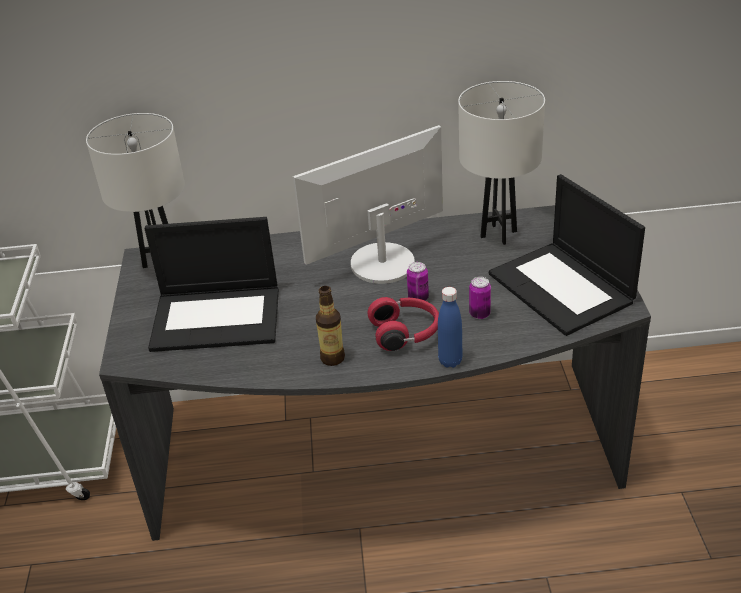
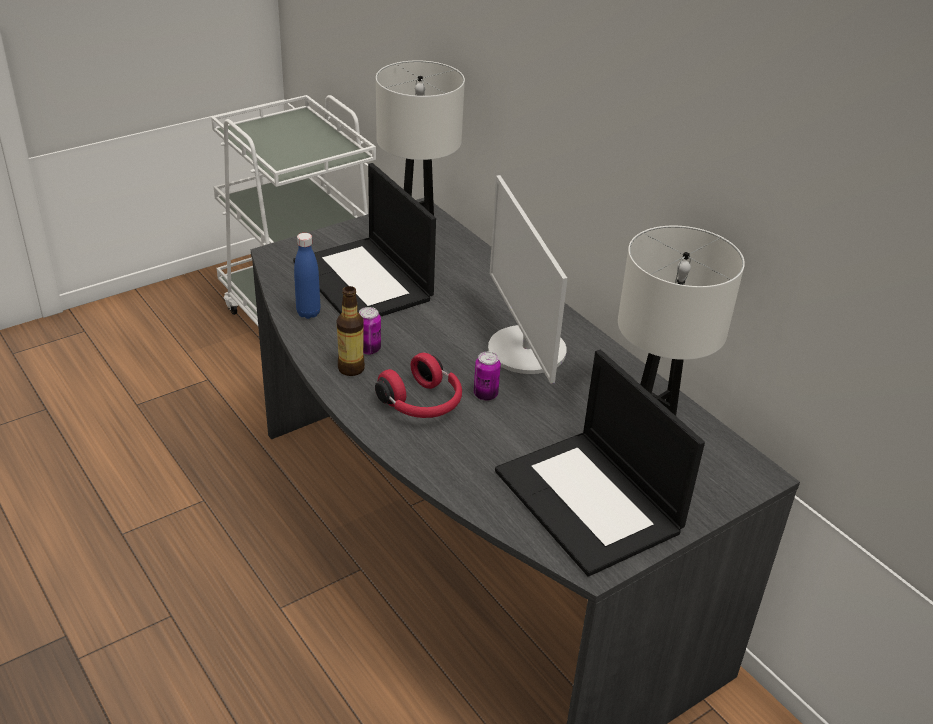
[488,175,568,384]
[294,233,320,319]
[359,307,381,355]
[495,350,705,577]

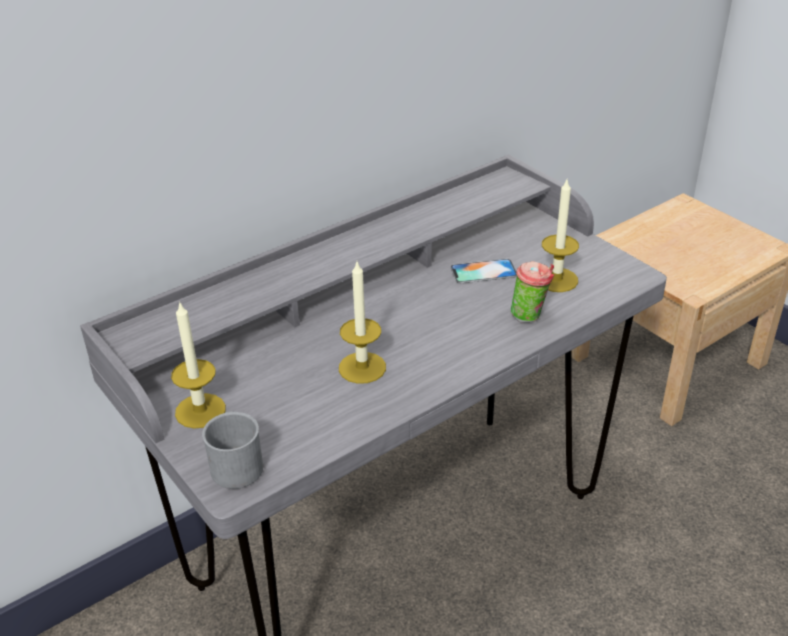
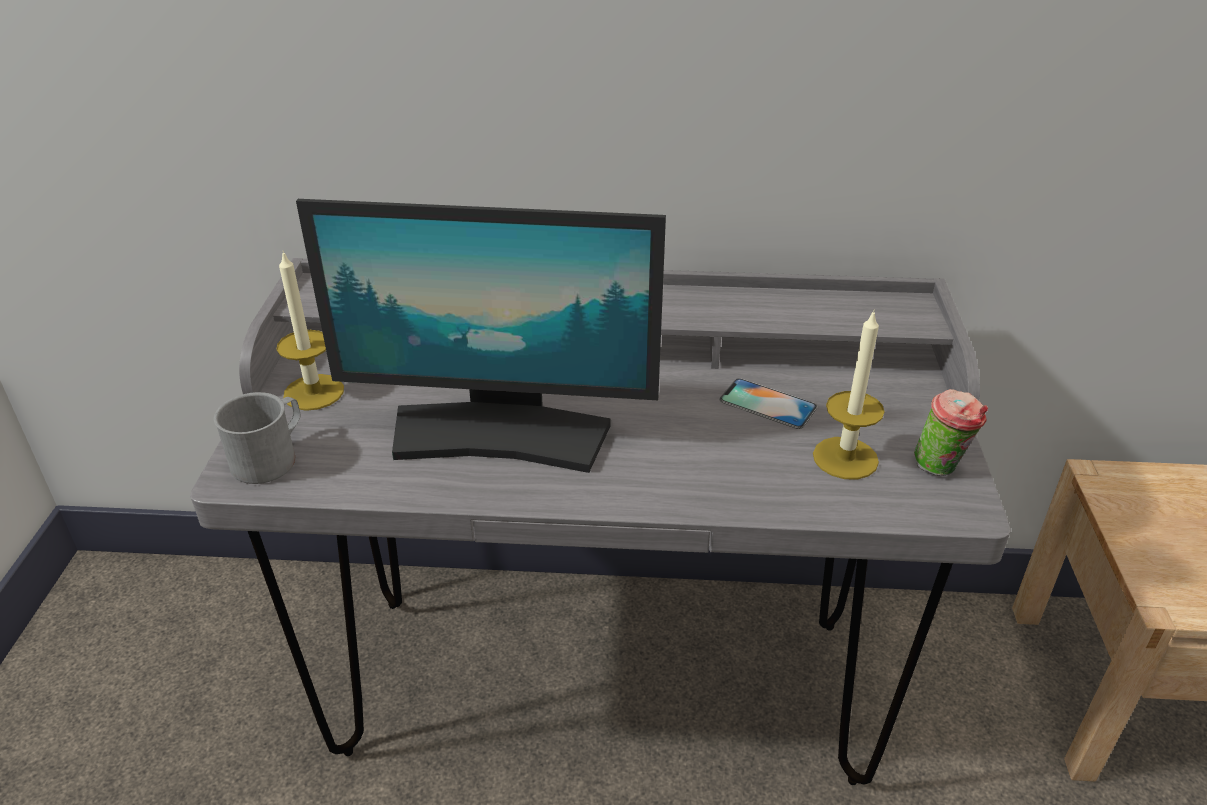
[296,199,666,473]
[914,389,988,476]

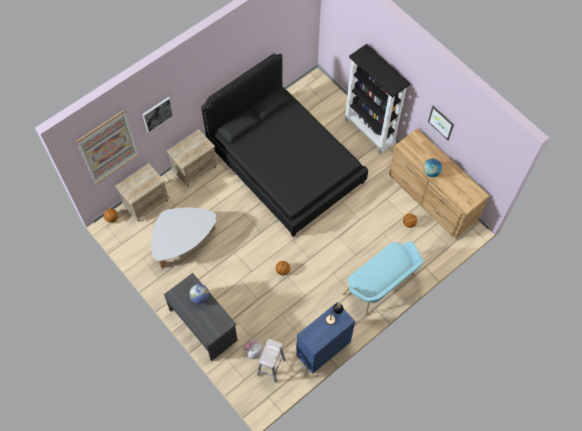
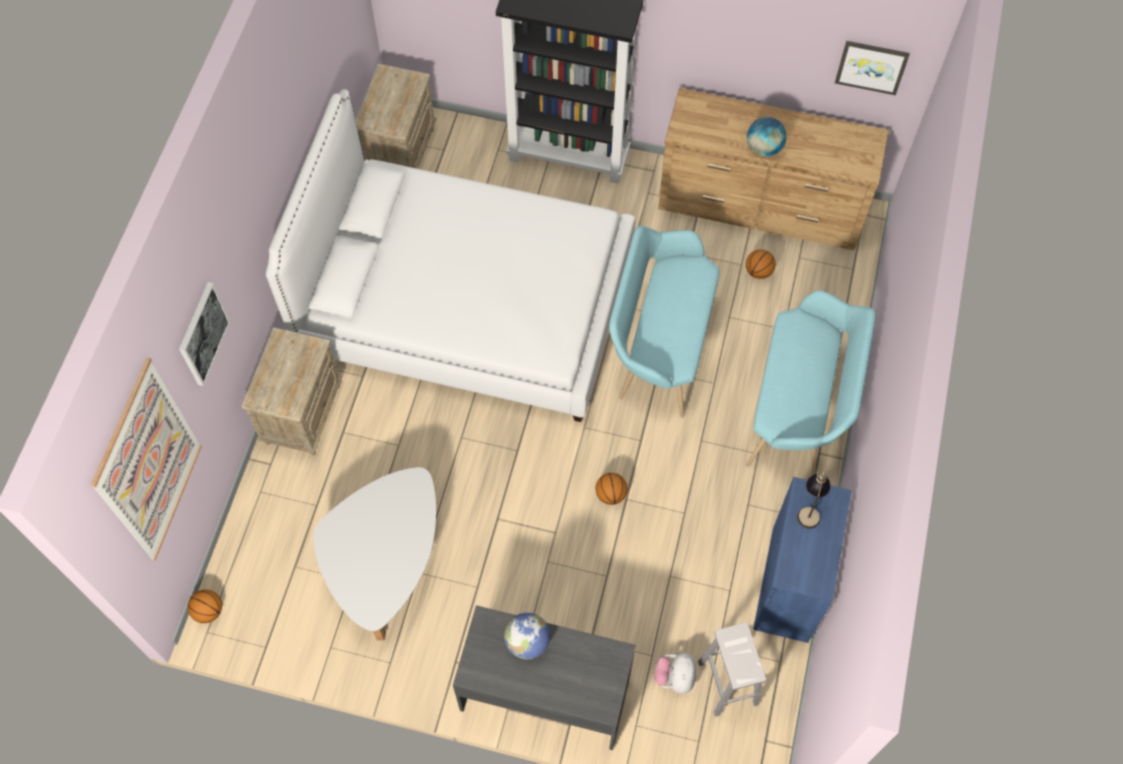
[355,64,437,169]
[266,89,635,422]
[835,41,910,95]
[609,226,720,418]

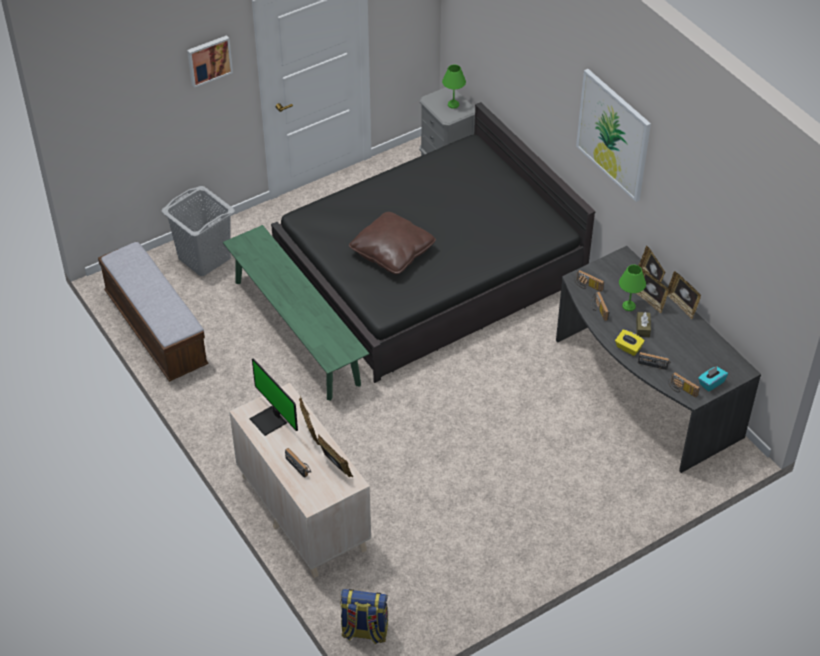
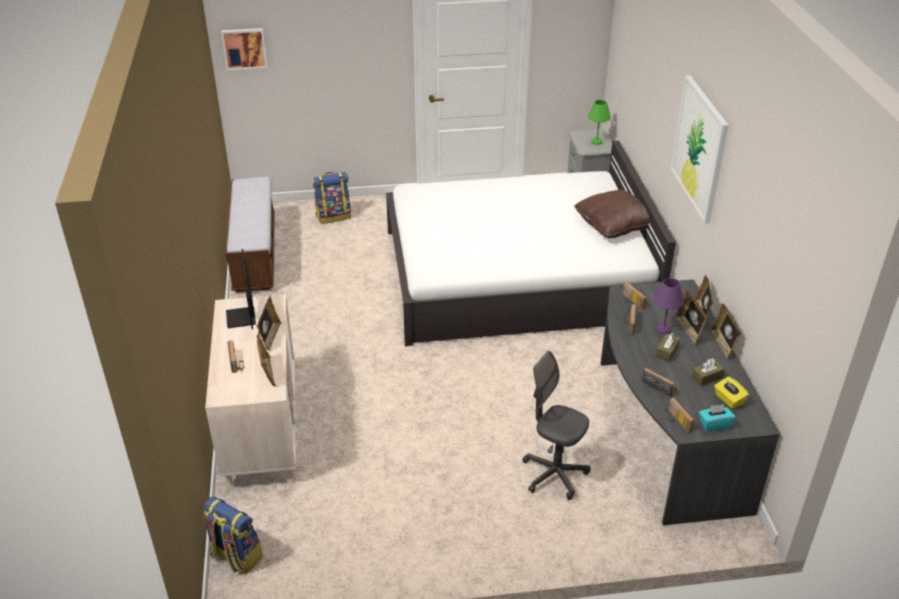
[313,172,351,224]
[221,28,267,70]
[223,225,369,401] (first image)
[386,141,676,346]
[574,190,649,238]
[714,377,749,409]
[653,278,684,334]
[522,351,591,500]
[691,359,725,386]

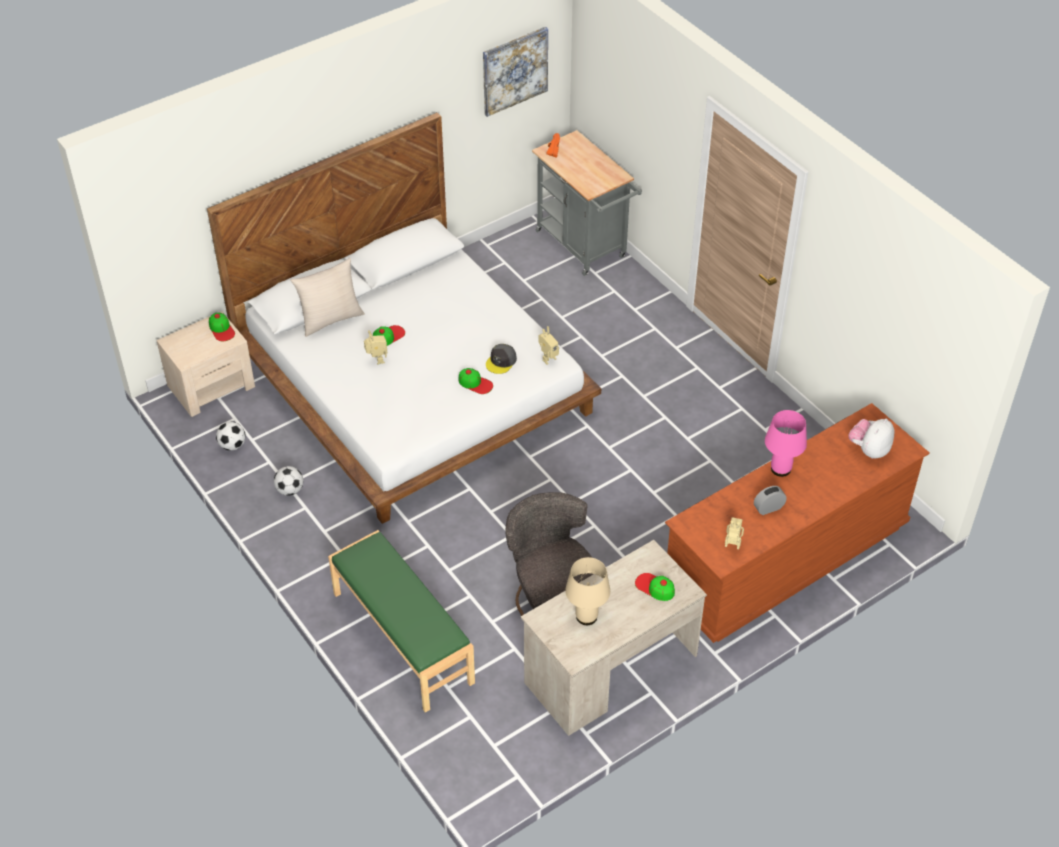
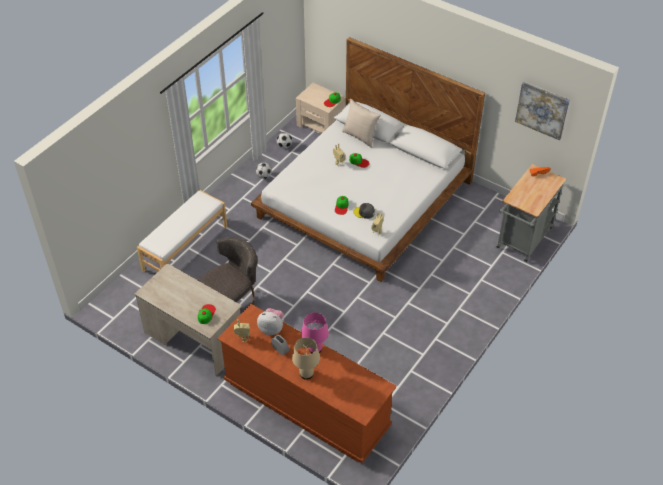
[137,190,228,272]
[292,337,320,380]
[257,308,284,335]

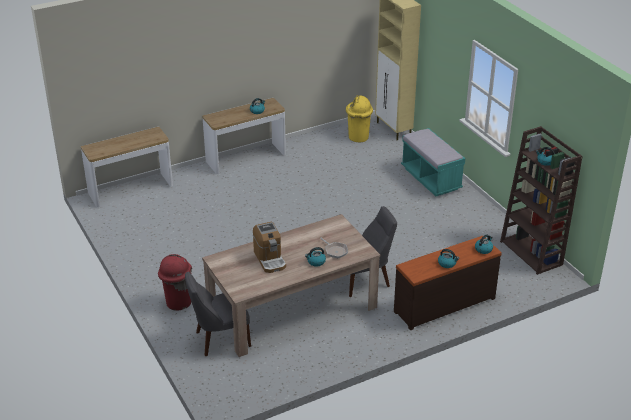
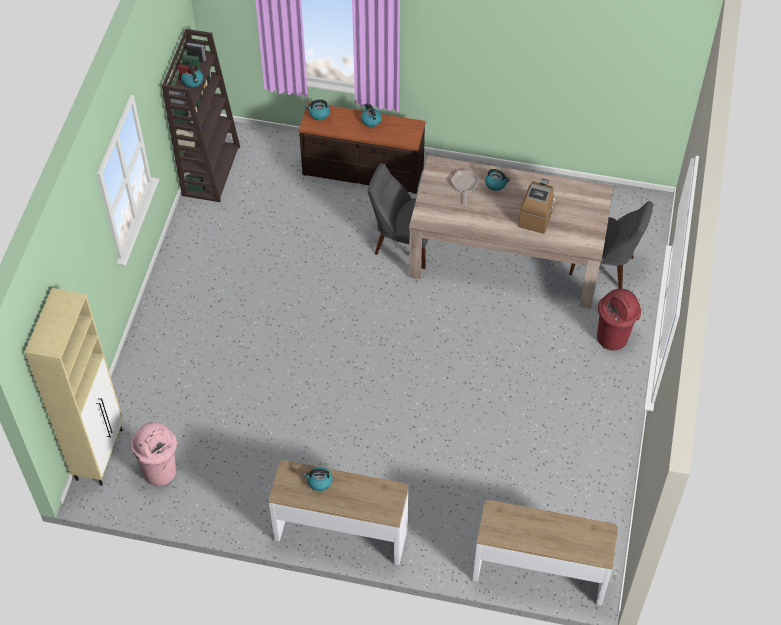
[130,422,177,486]
[401,128,465,196] (first image)

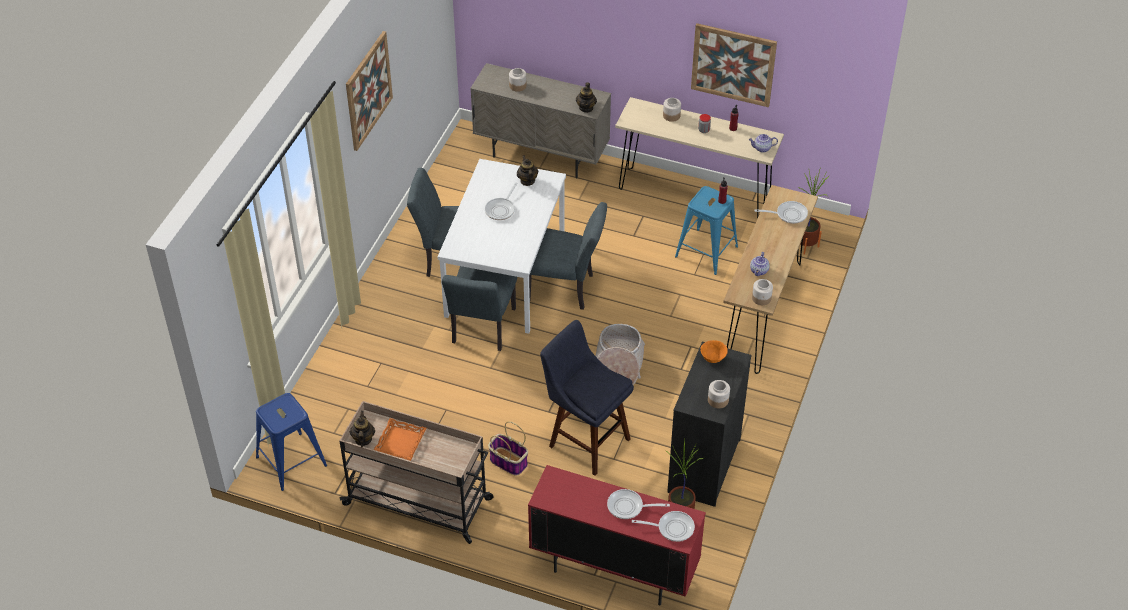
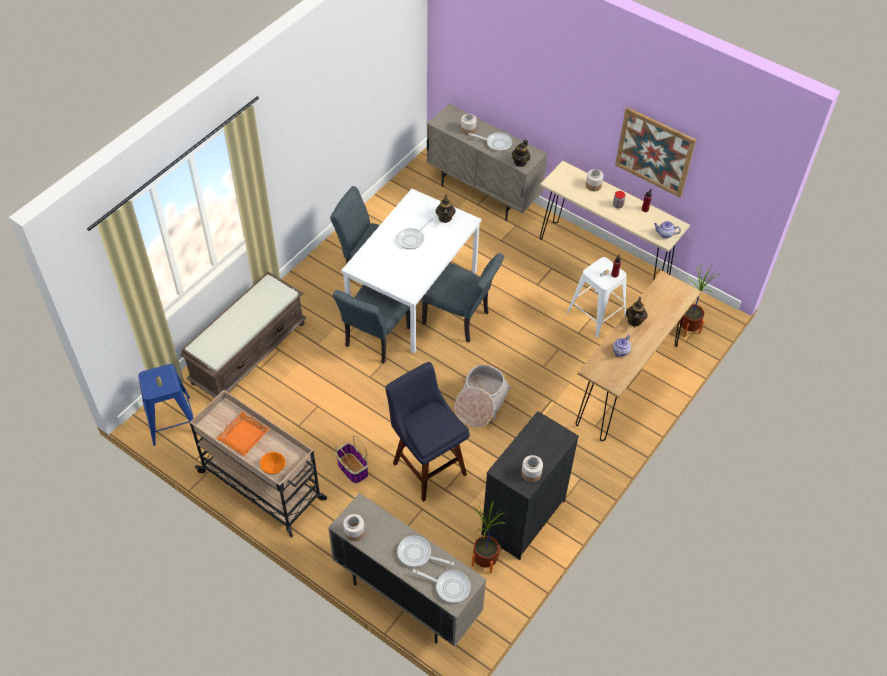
[346,31,393,151] (first image)
[626,297,648,328]
[328,493,486,647]
[567,257,627,338]
[260,452,286,474]
[343,514,365,541]
[468,132,512,151]
[180,272,307,398]

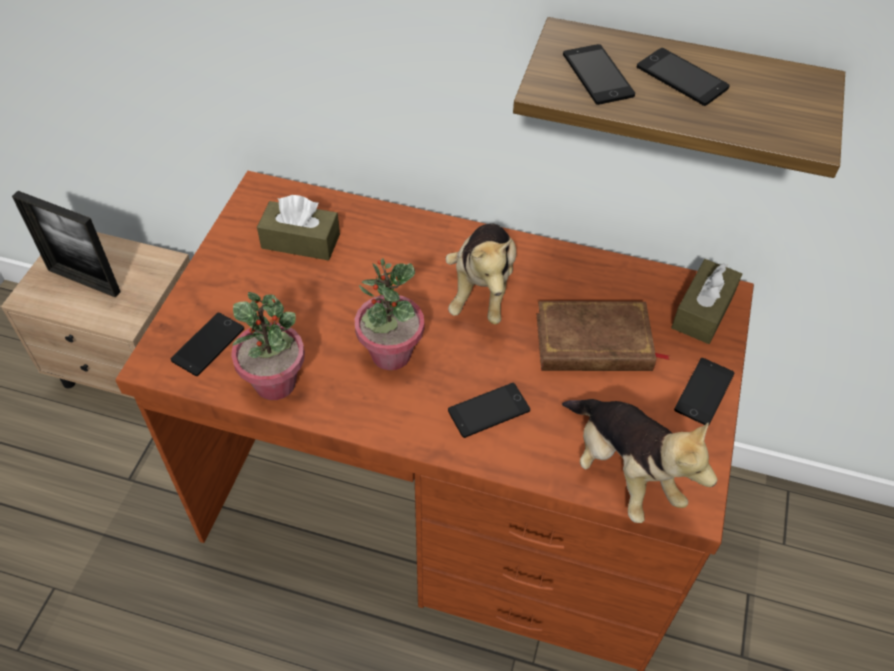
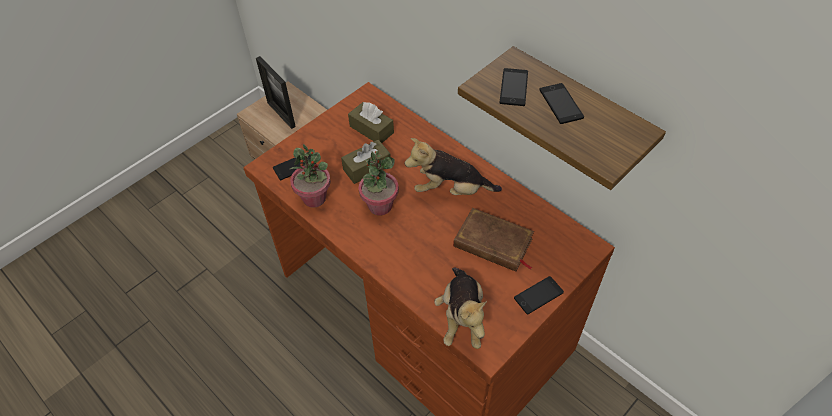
[405,138,502,195]
[448,383,530,438] (first image)
[341,140,391,184]

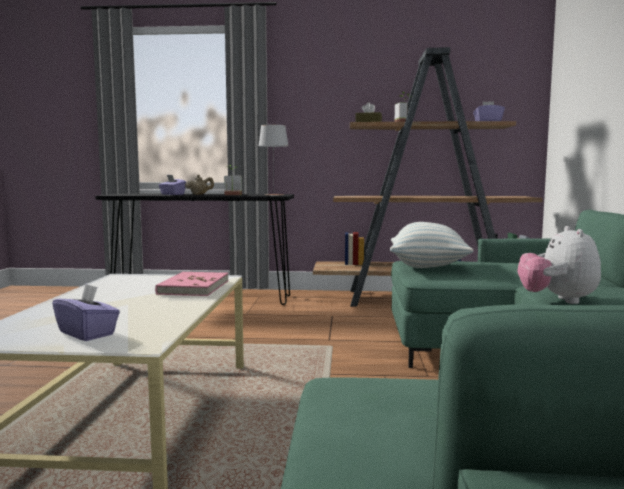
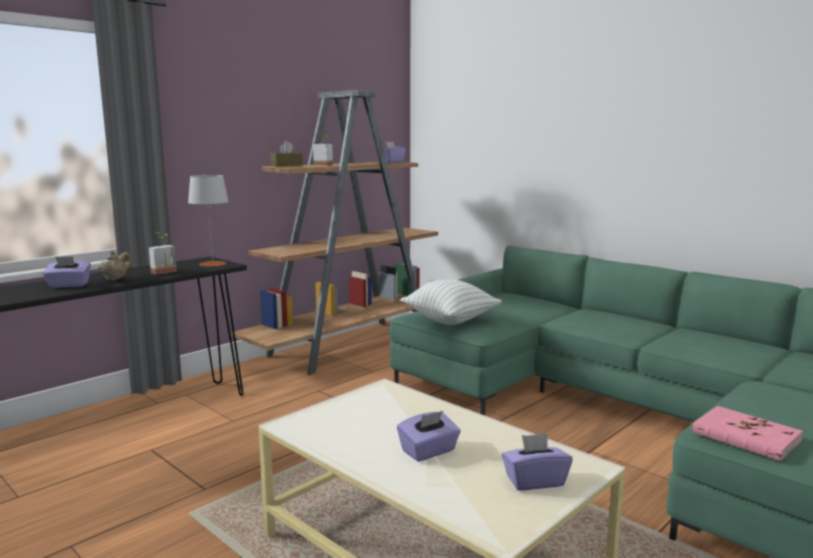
[692,406,803,461]
[517,226,601,304] (first image)
[397,411,461,462]

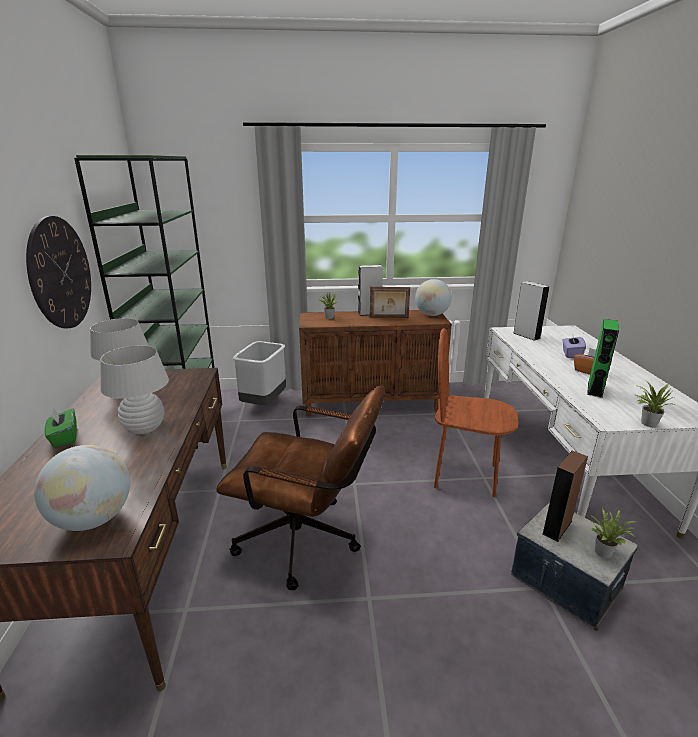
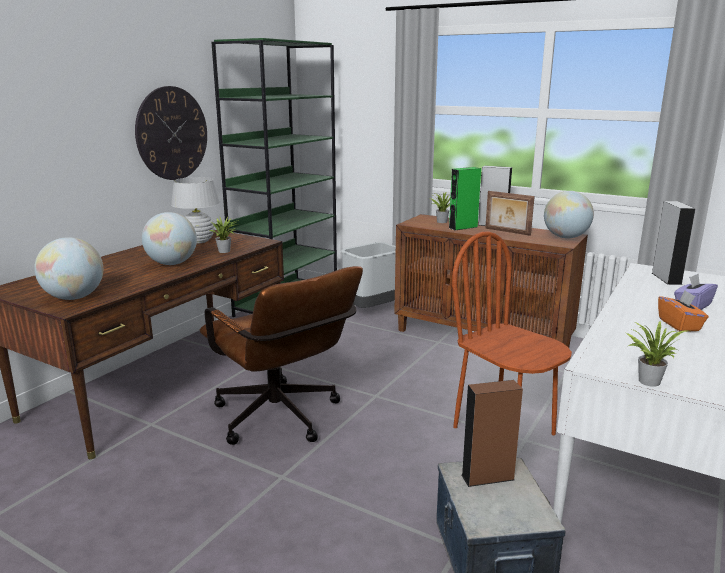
[45,408,77,447] (first image)
[142,212,197,265]
[449,167,481,231]
[209,217,239,253]

